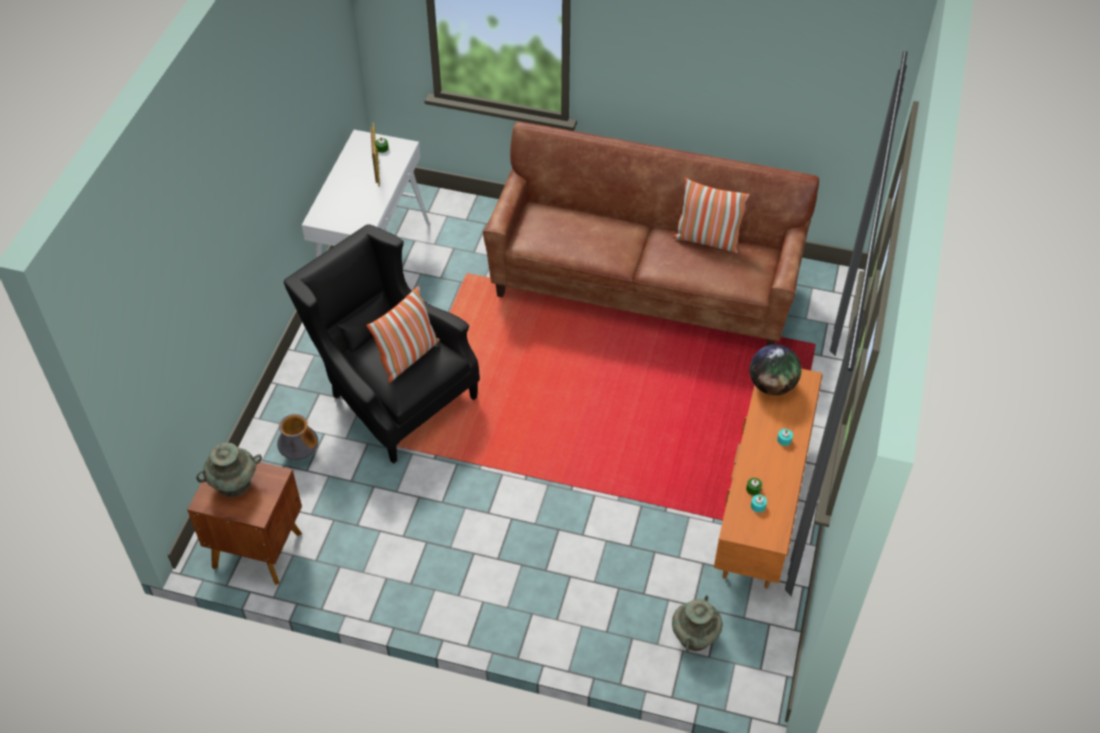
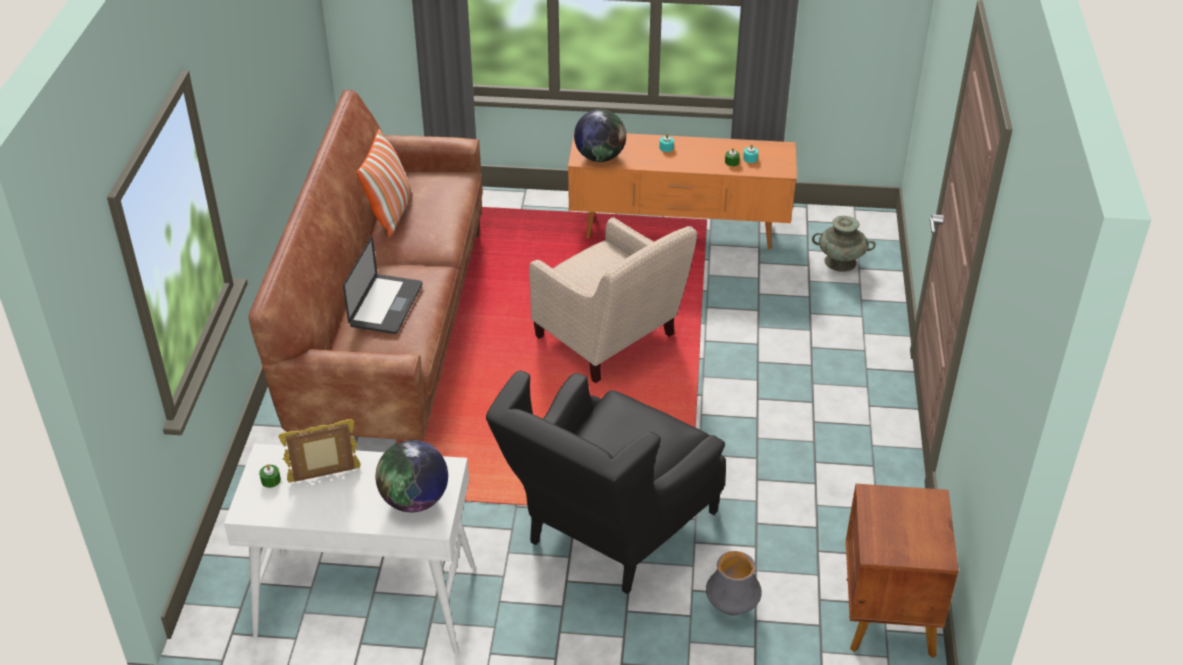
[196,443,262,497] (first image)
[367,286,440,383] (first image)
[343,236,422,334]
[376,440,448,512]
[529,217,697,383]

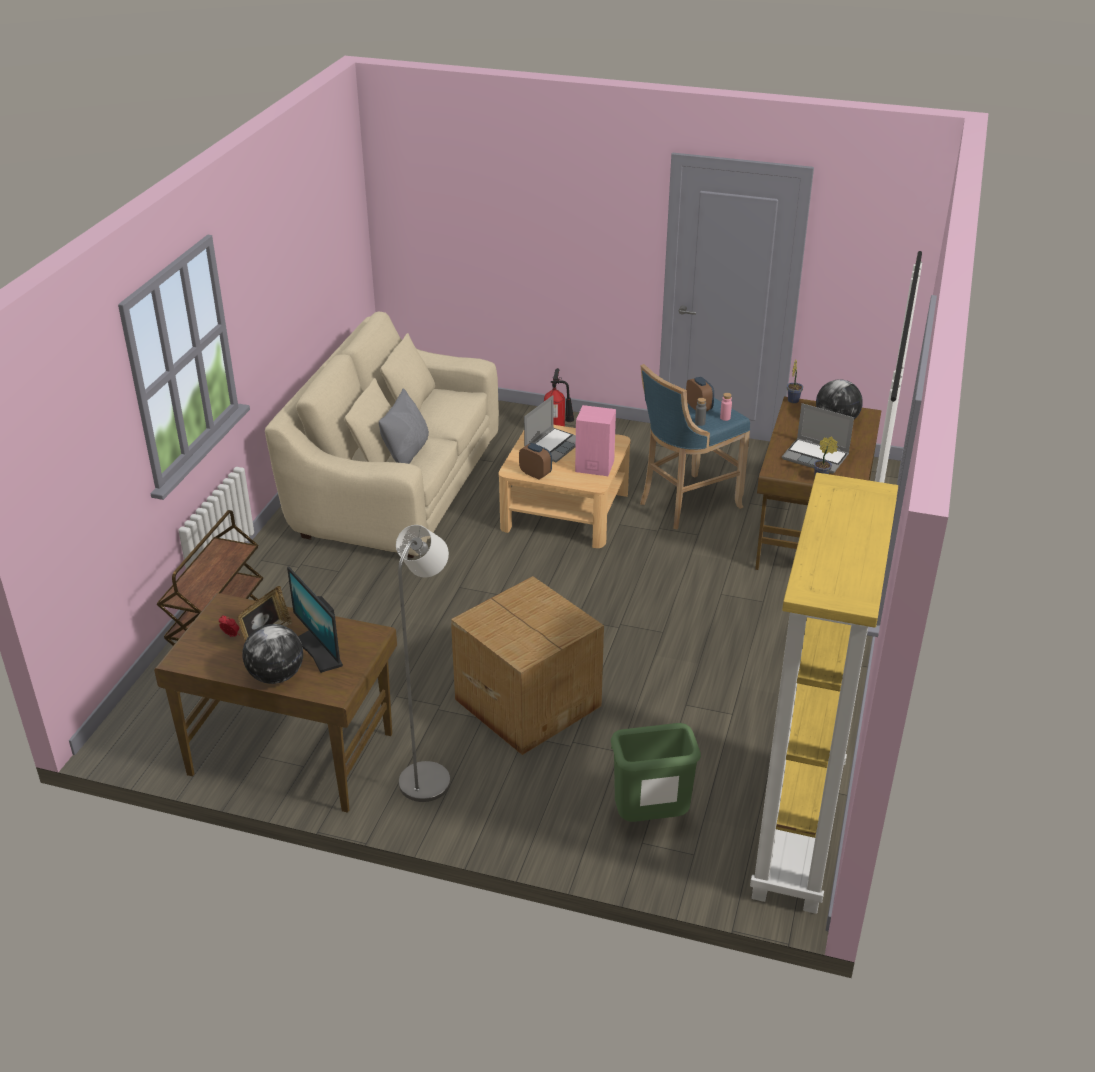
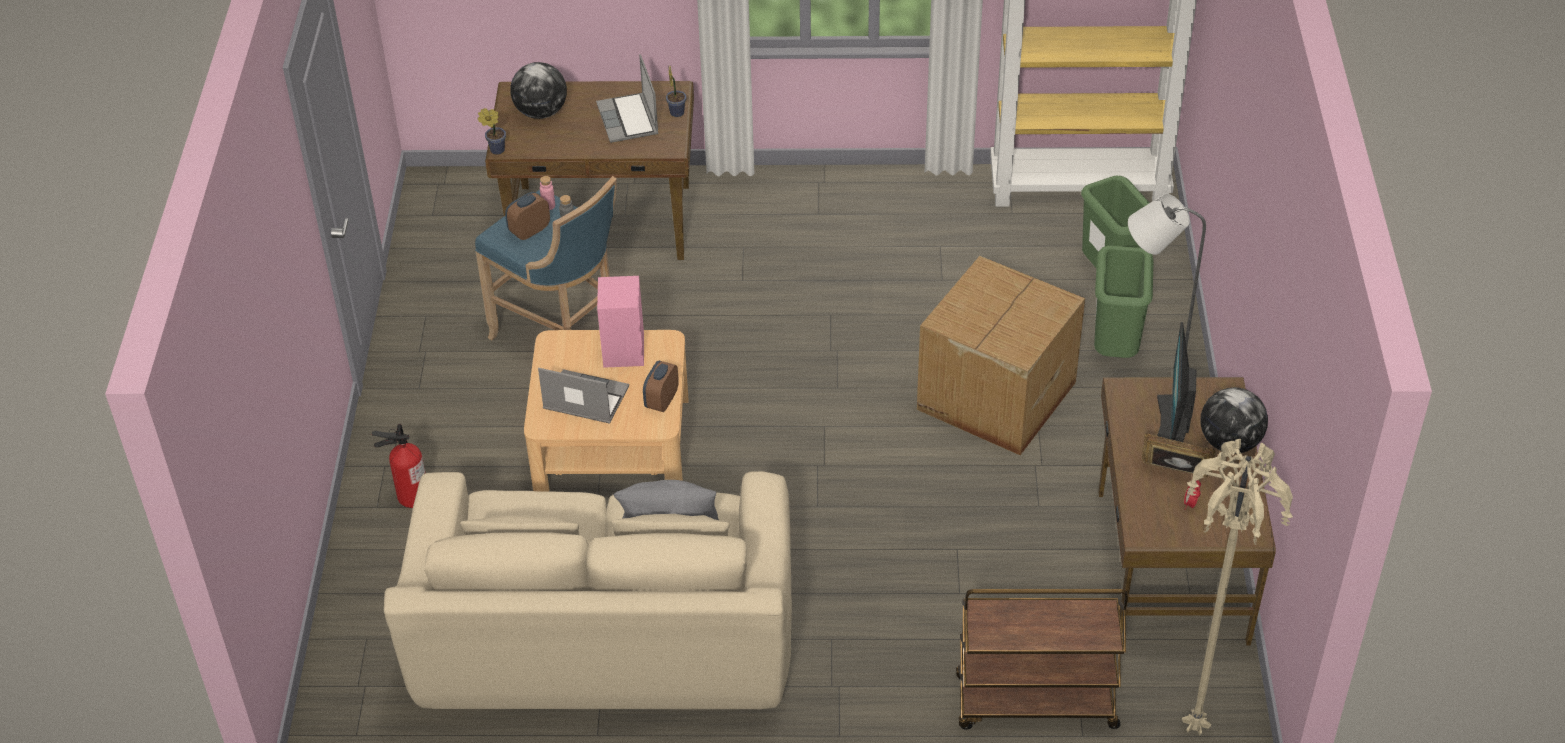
[1157,322,1197,442]
[596,54,659,143]
[1094,246,1154,358]
[1182,439,1293,735]

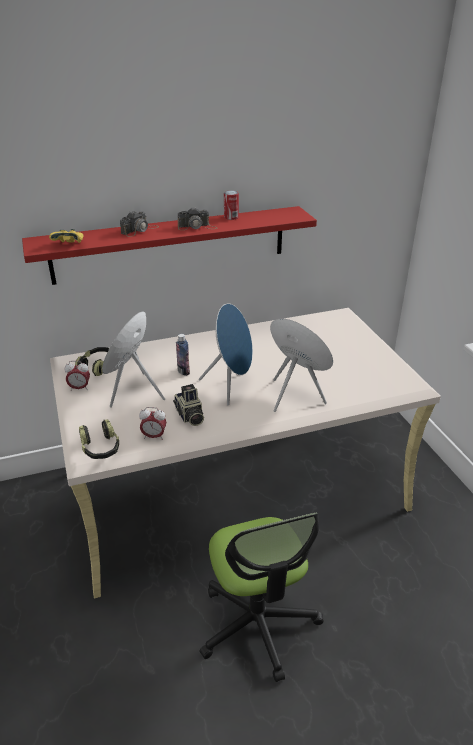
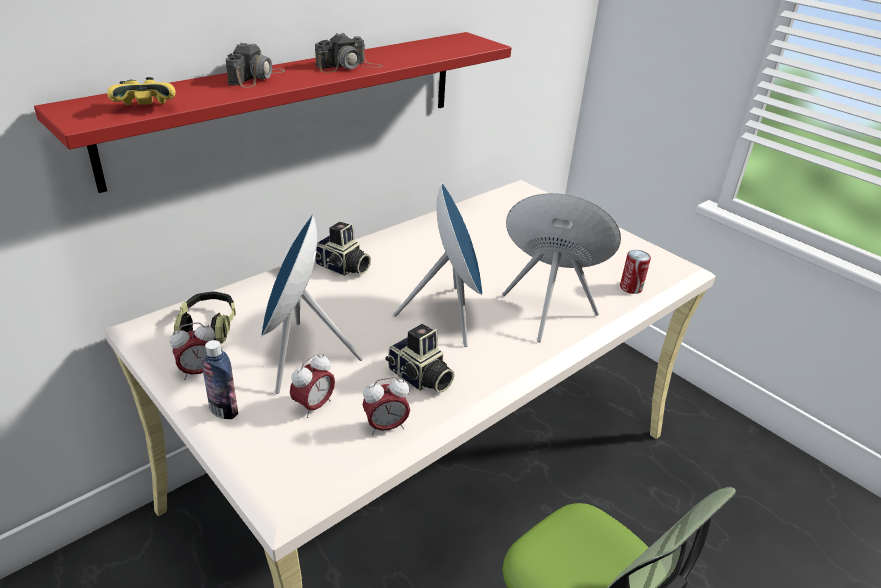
[79,419,119,459] (first image)
[201,340,238,419]
[620,250,651,294]
[290,354,335,418]
[315,222,371,276]

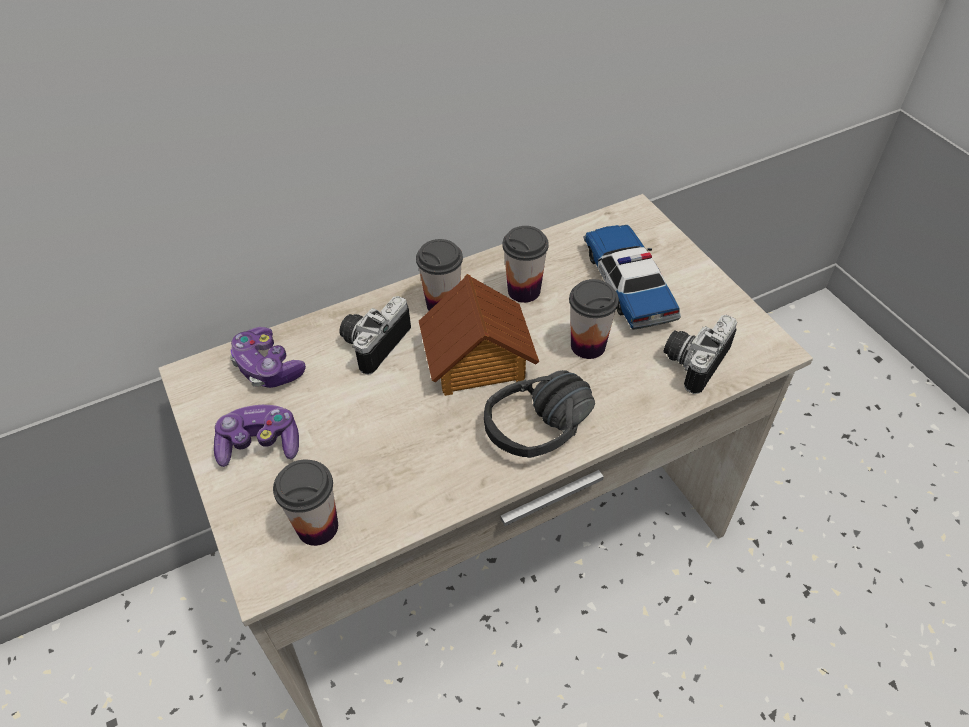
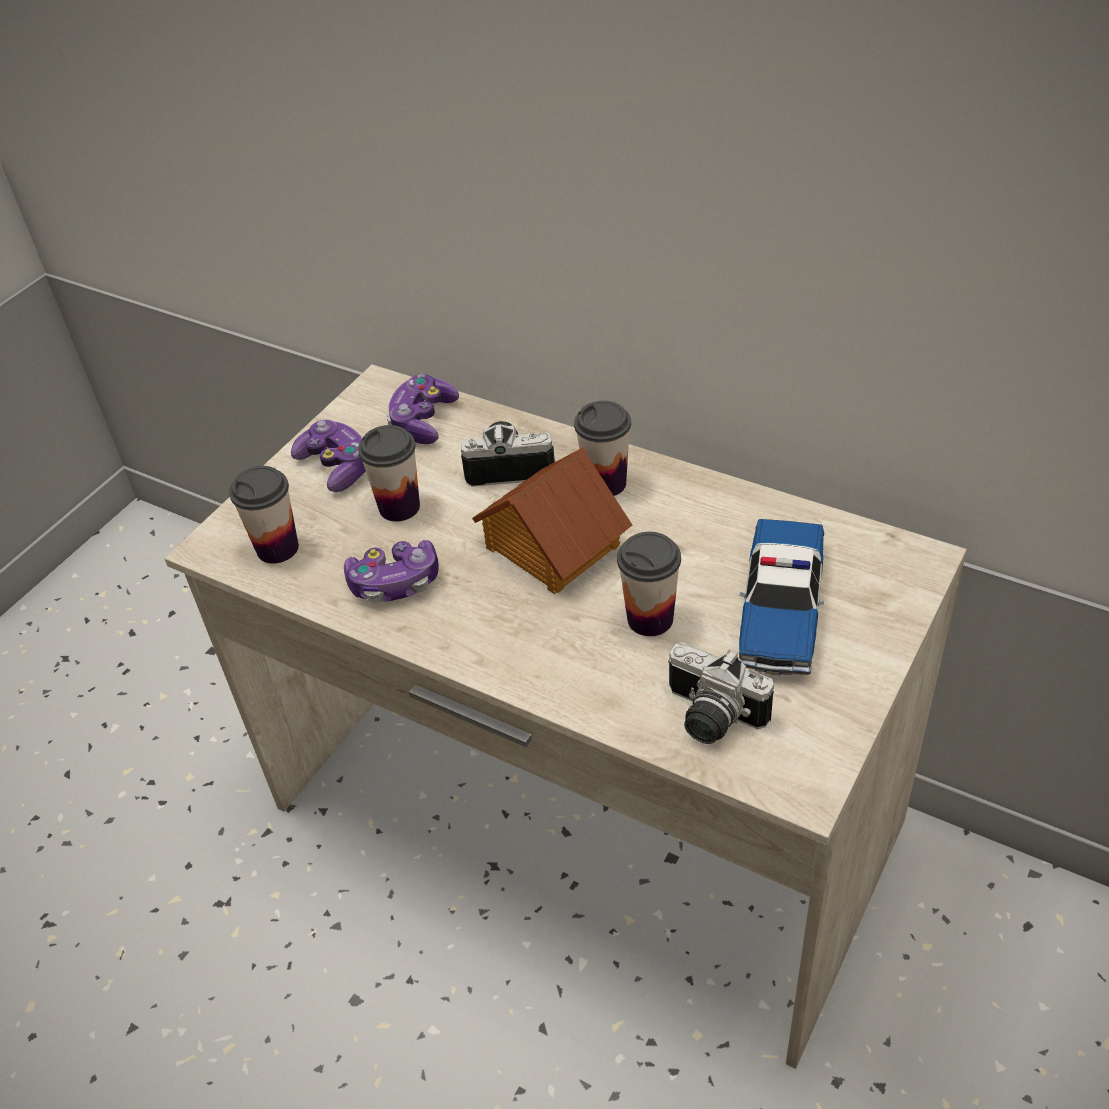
[484,370,595,458] (first image)
[358,425,420,521]
[738,519,824,675]
[668,642,774,744]
[344,540,439,603]

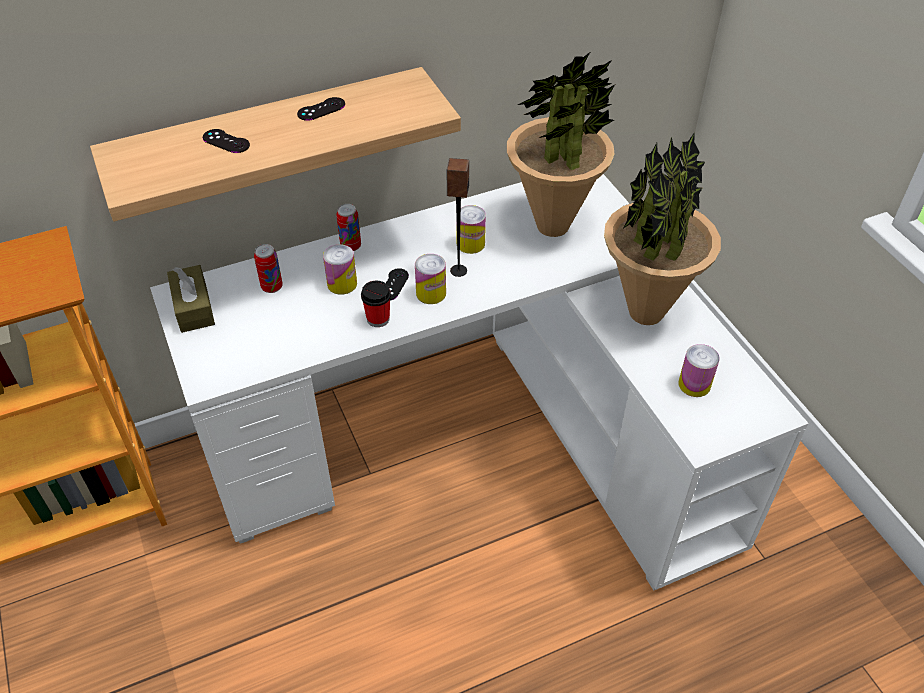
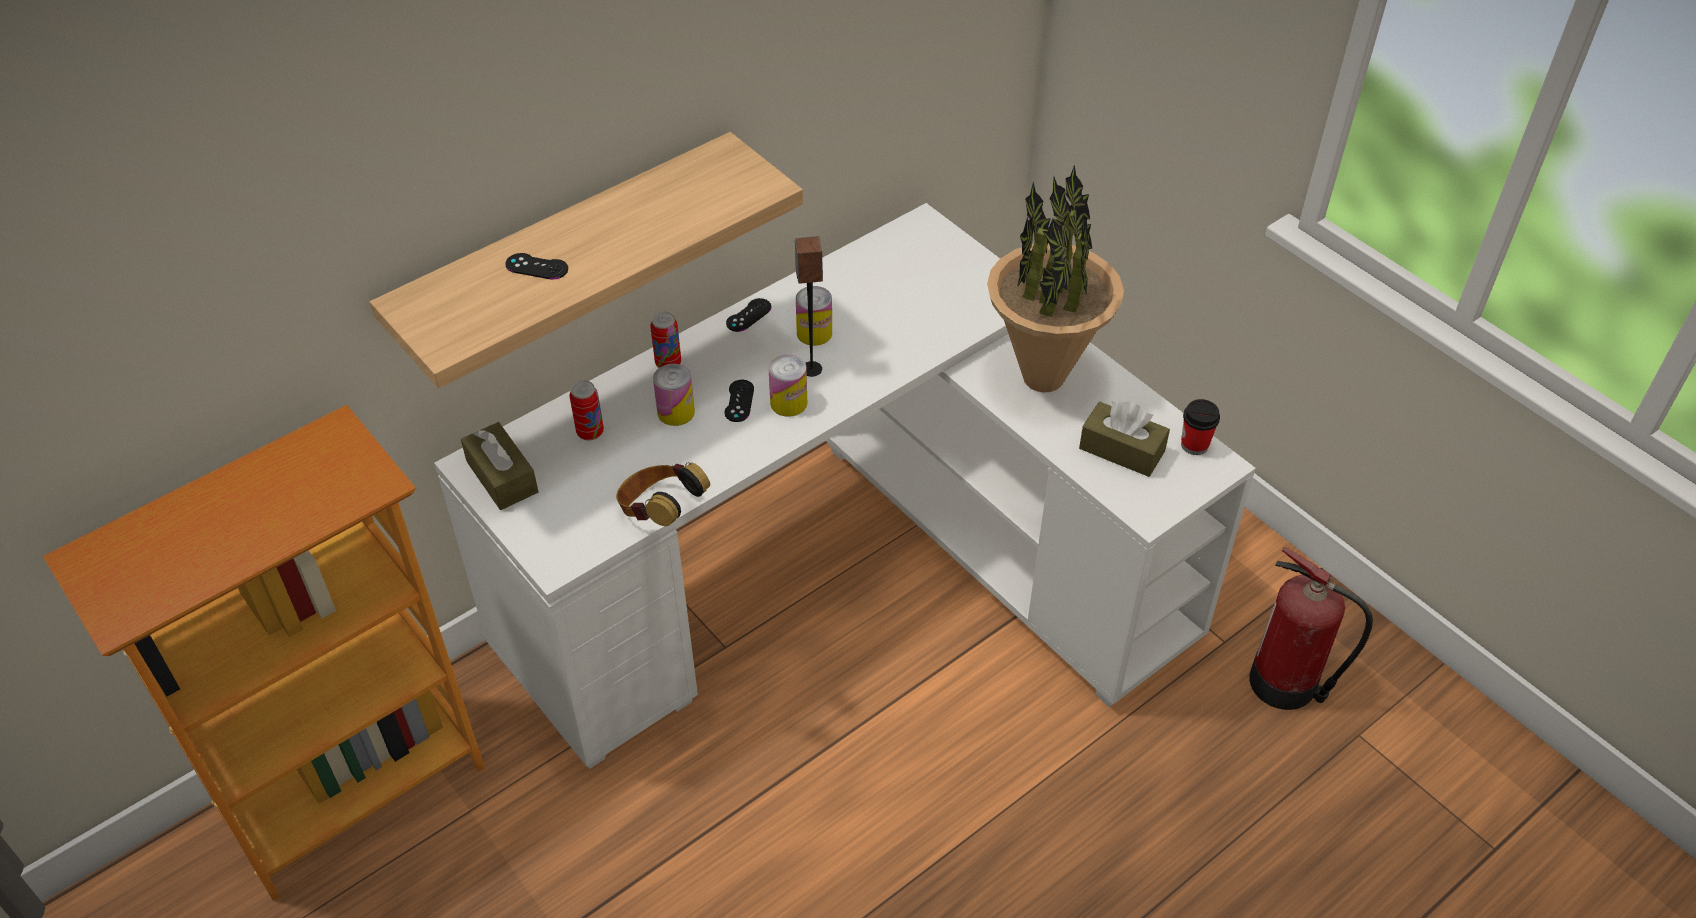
[726,298,772,332]
[1181,399,1220,455]
[507,52,615,237] (first image)
[1079,401,1170,477]
[616,462,710,526]
[1249,547,1373,710]

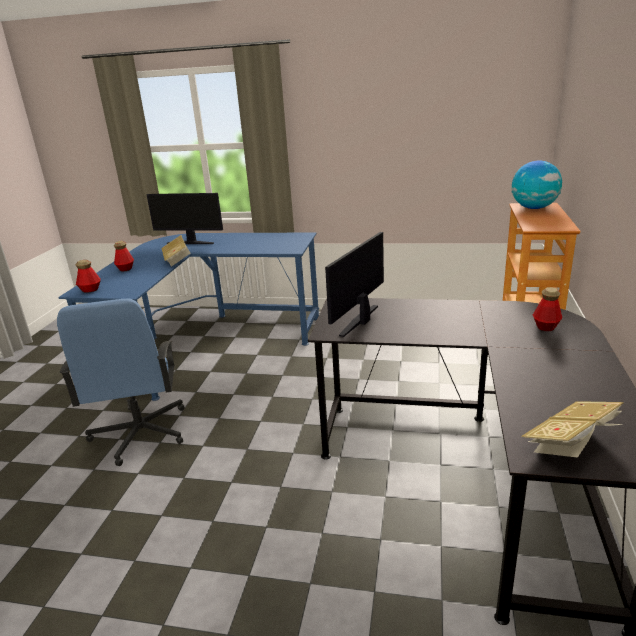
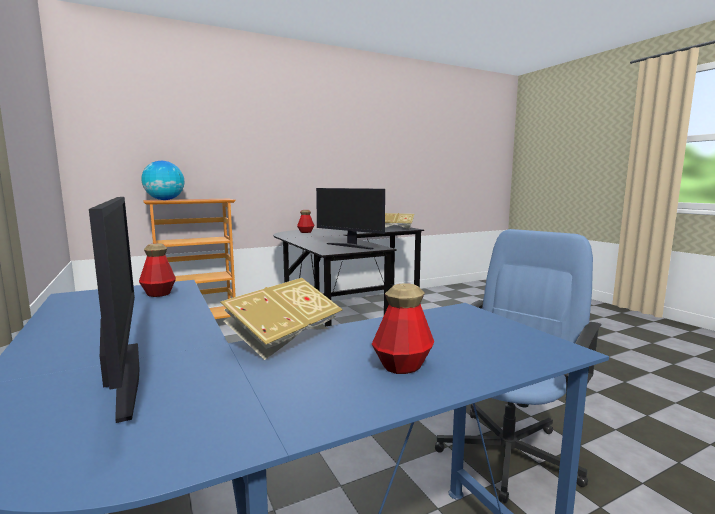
[139,243,176,297]
[316,188,385,249]

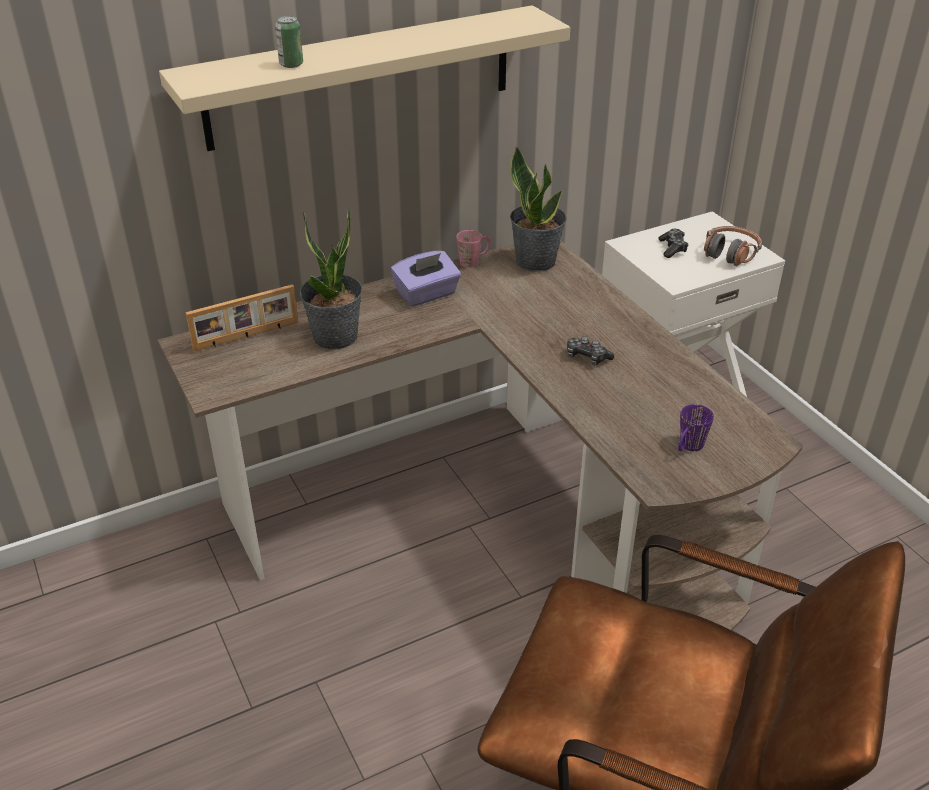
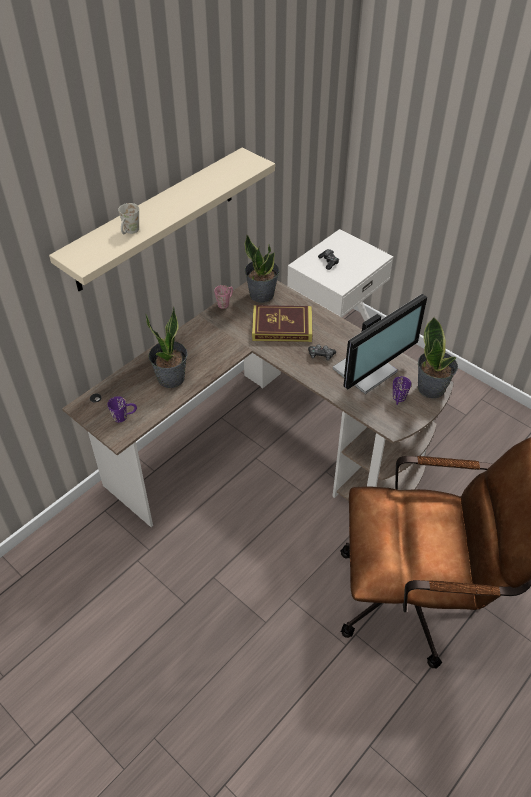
[186,284,299,352] (first image)
[118,203,139,234]
[391,251,461,307] (first image)
[704,226,762,266] (first image)
[107,396,137,423]
[252,305,312,342]
[333,294,427,394]
[418,317,458,399]

